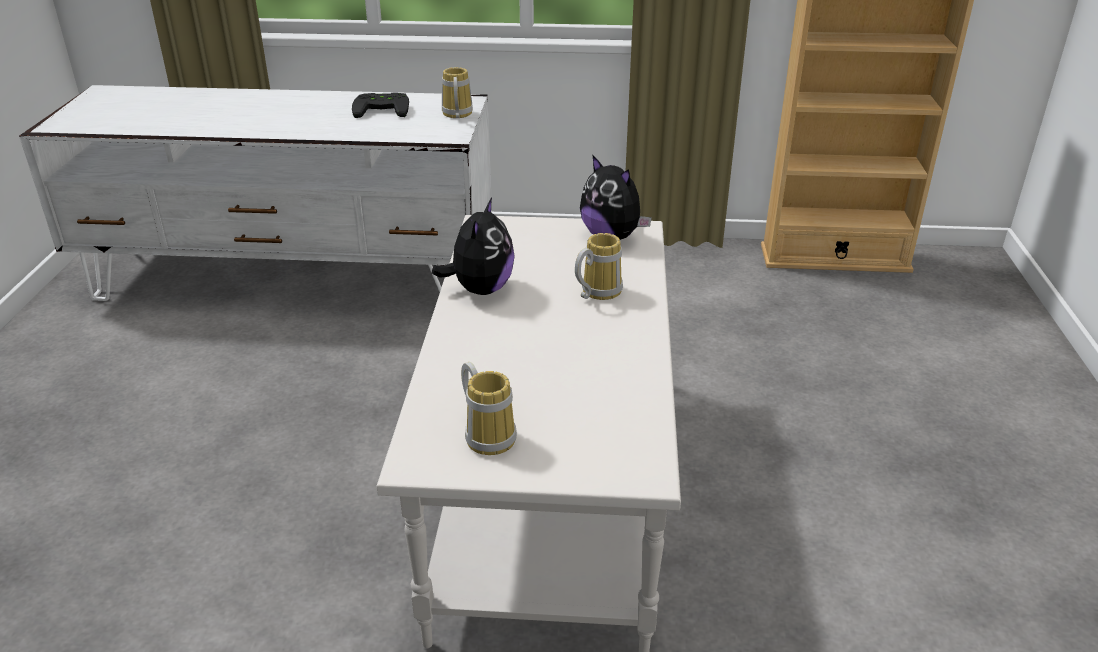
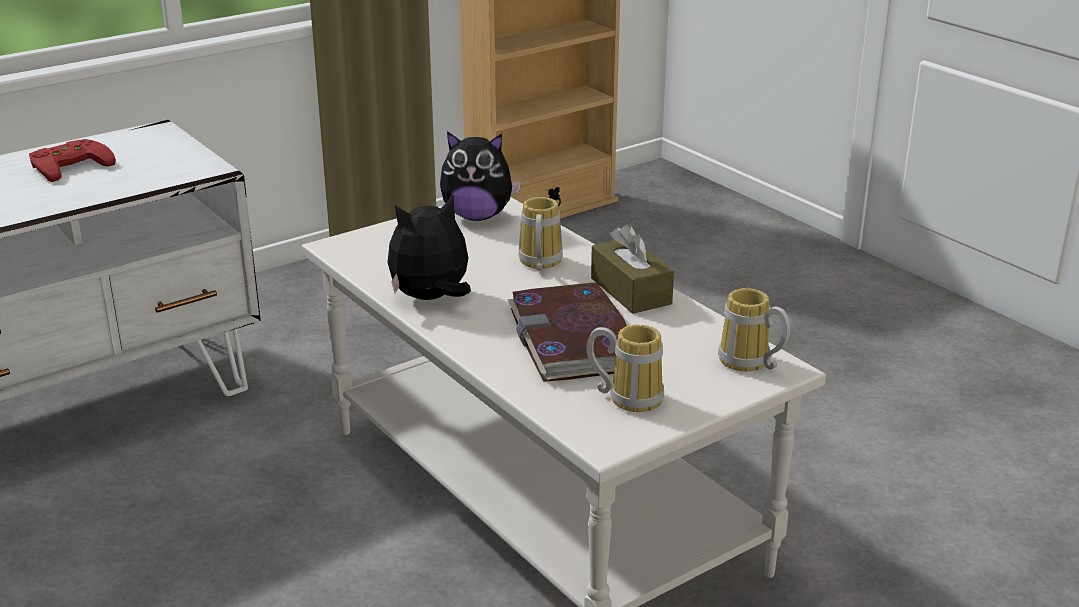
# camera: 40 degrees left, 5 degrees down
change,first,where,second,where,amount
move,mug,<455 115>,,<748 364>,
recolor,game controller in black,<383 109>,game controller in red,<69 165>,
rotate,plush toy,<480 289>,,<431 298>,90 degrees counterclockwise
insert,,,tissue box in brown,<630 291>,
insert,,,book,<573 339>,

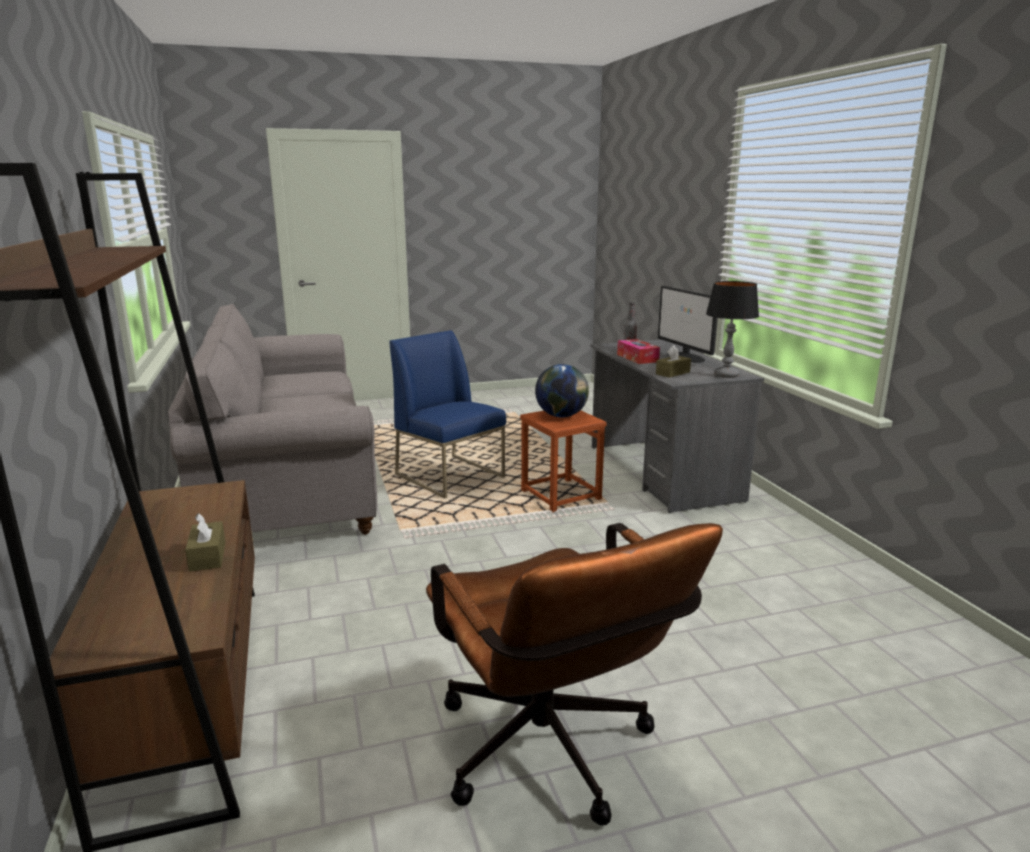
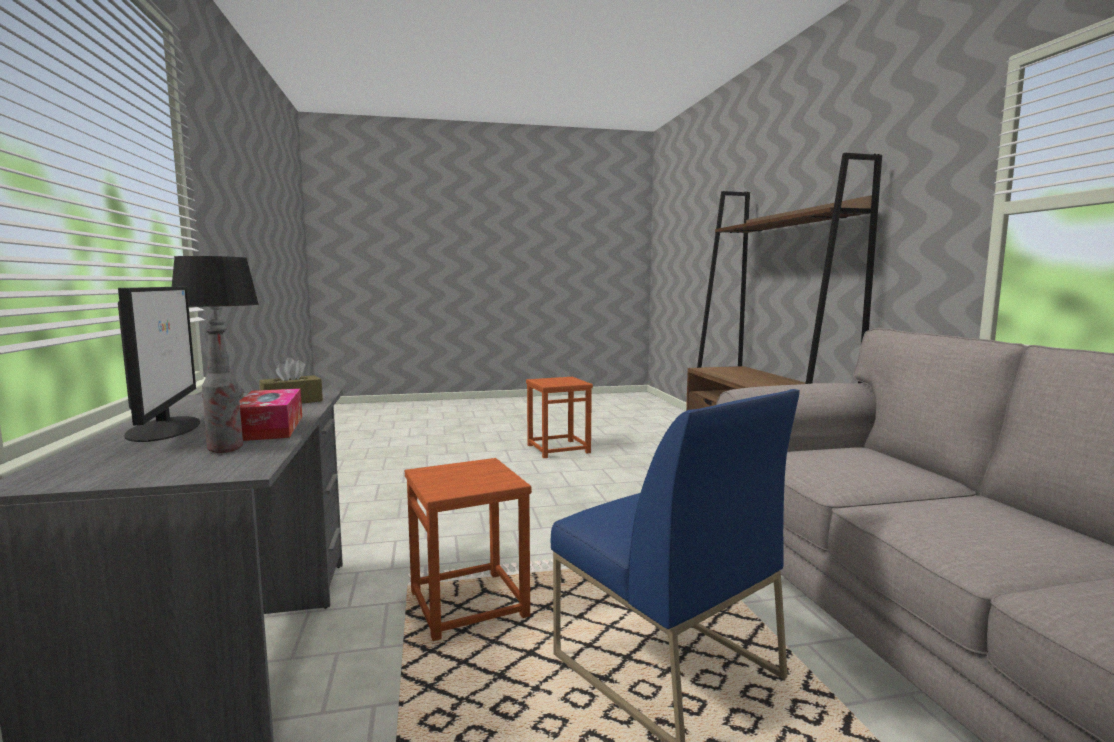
# camera: 175 degrees left, 10 degrees down
change,first,where,second,where,amount
delete,globe,<561 416>,,,
delete,tissue box in brown,<207 556>,,,
replace,office chair in brown,<552 758>,stool in brown,<558 449>,

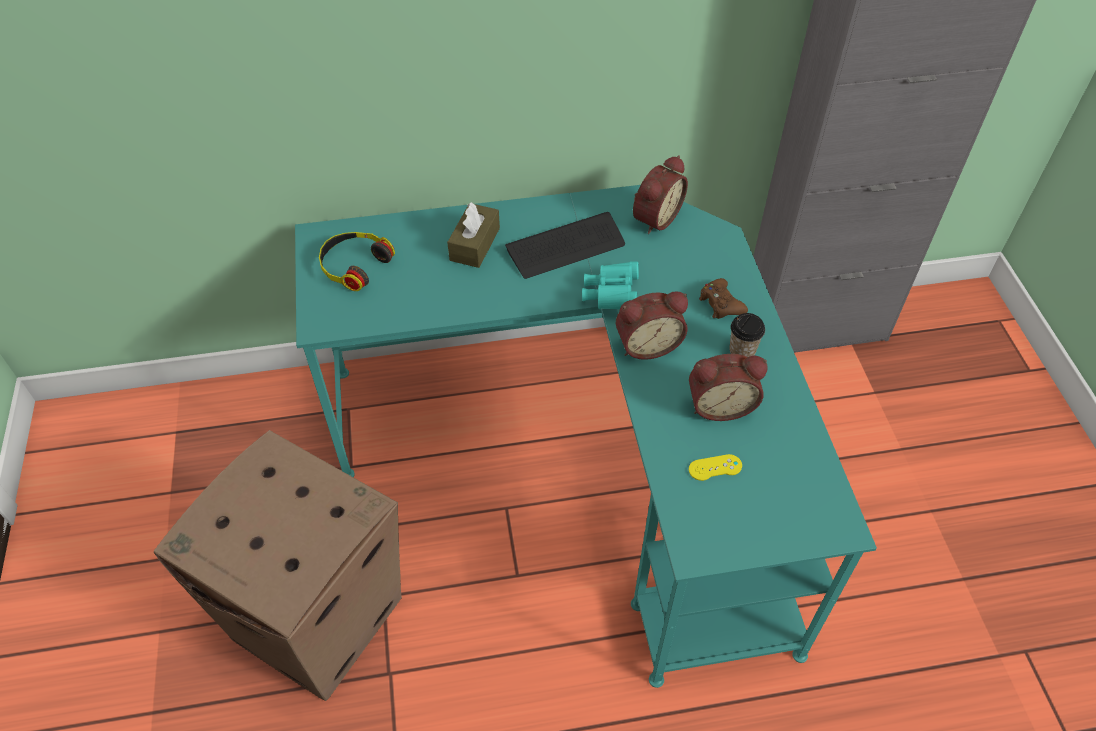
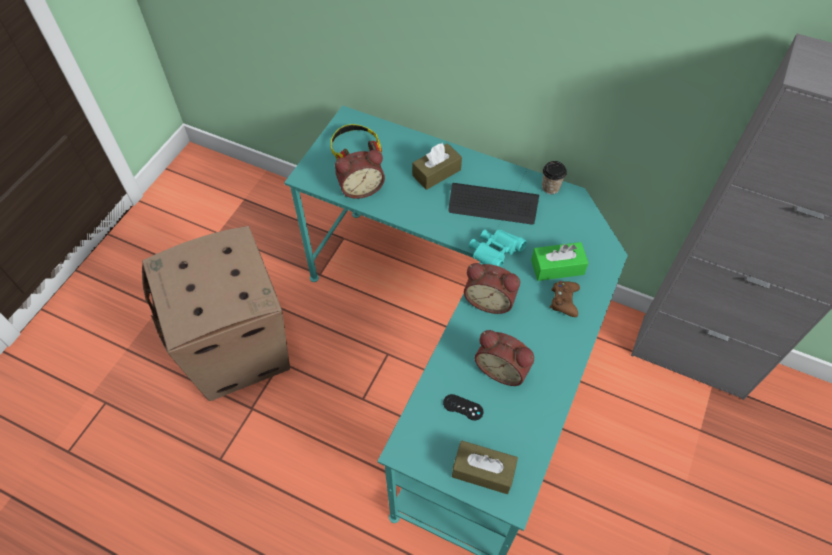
# camera: 35 degrees right, 5 degrees up
change,first,where,second,where,amount
move,alarm clock,<654 218>,,<360 187>,
move,cup,<742 351>,,<550 187>,
recolor,game controller in yellow,<715 467>,game controller in black,<463 407>,
insert,,,tissue box in green,<557 267>,
insert,,,tissue box in brown,<483 471>,

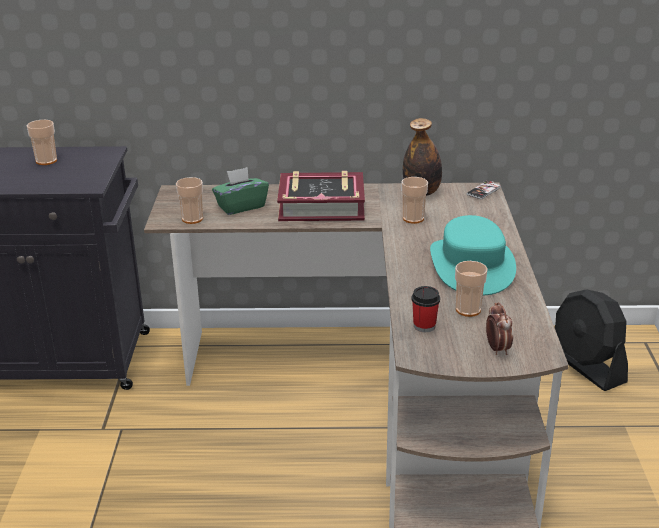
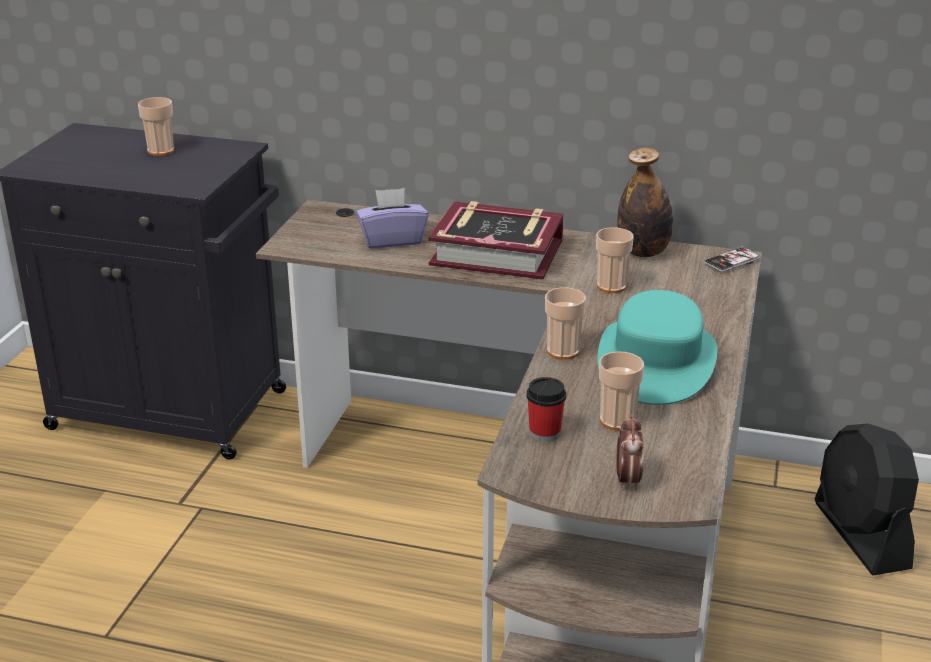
# camera: 15 degrees right, 0 degrees up
change,first,where,second,where,amount
recolor,tissue box in green,<241 206>,tissue box in purple,<392 240>,
move,cup,<192 219>,,<563 351>,

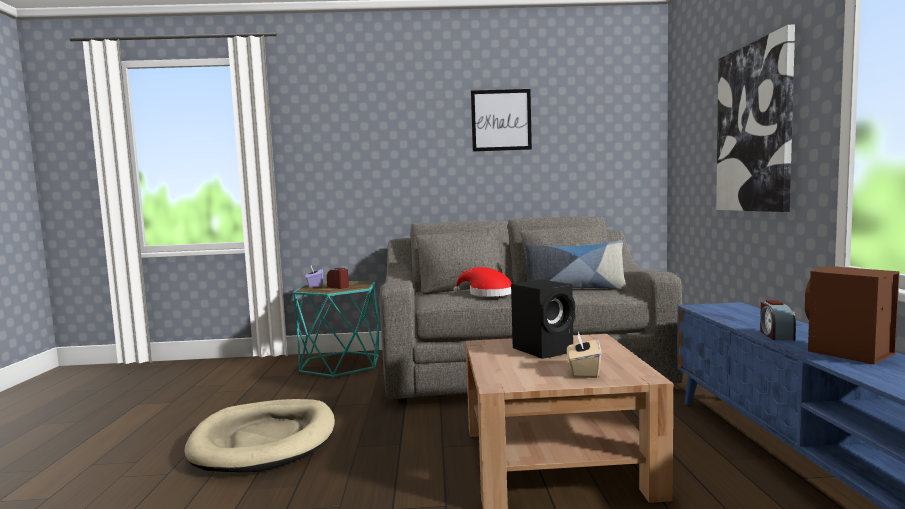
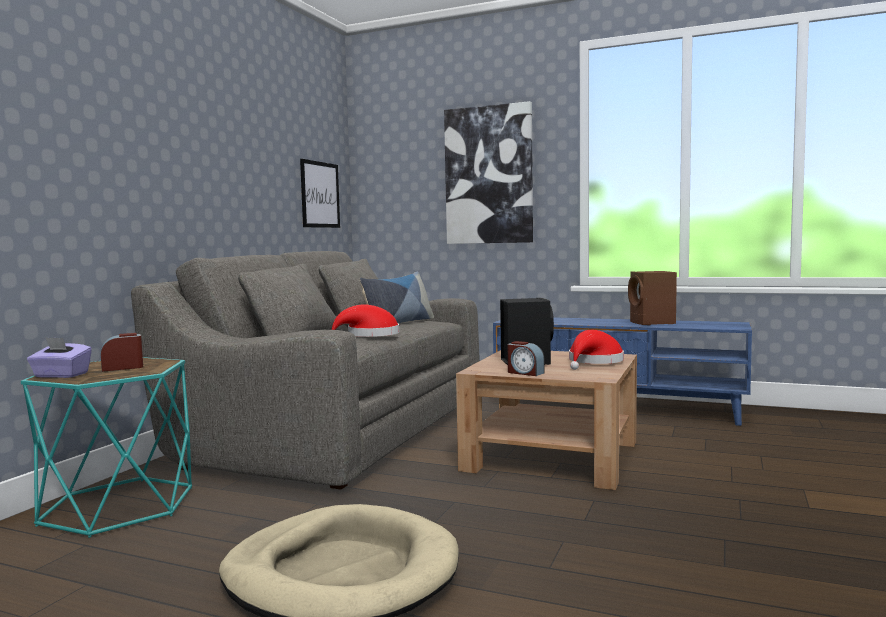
# camera: 65 degrees left, 0 degrees up
change,first,where,second,where,amount
move,picture,<501 120>,,<320 194>,
move,alarm clock,<776 335>,,<525 373>,
replace,tissue box in beige,<583 371>,hat in red,<594 362>,

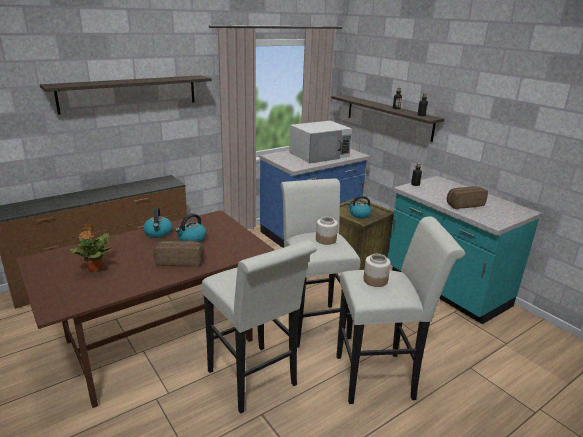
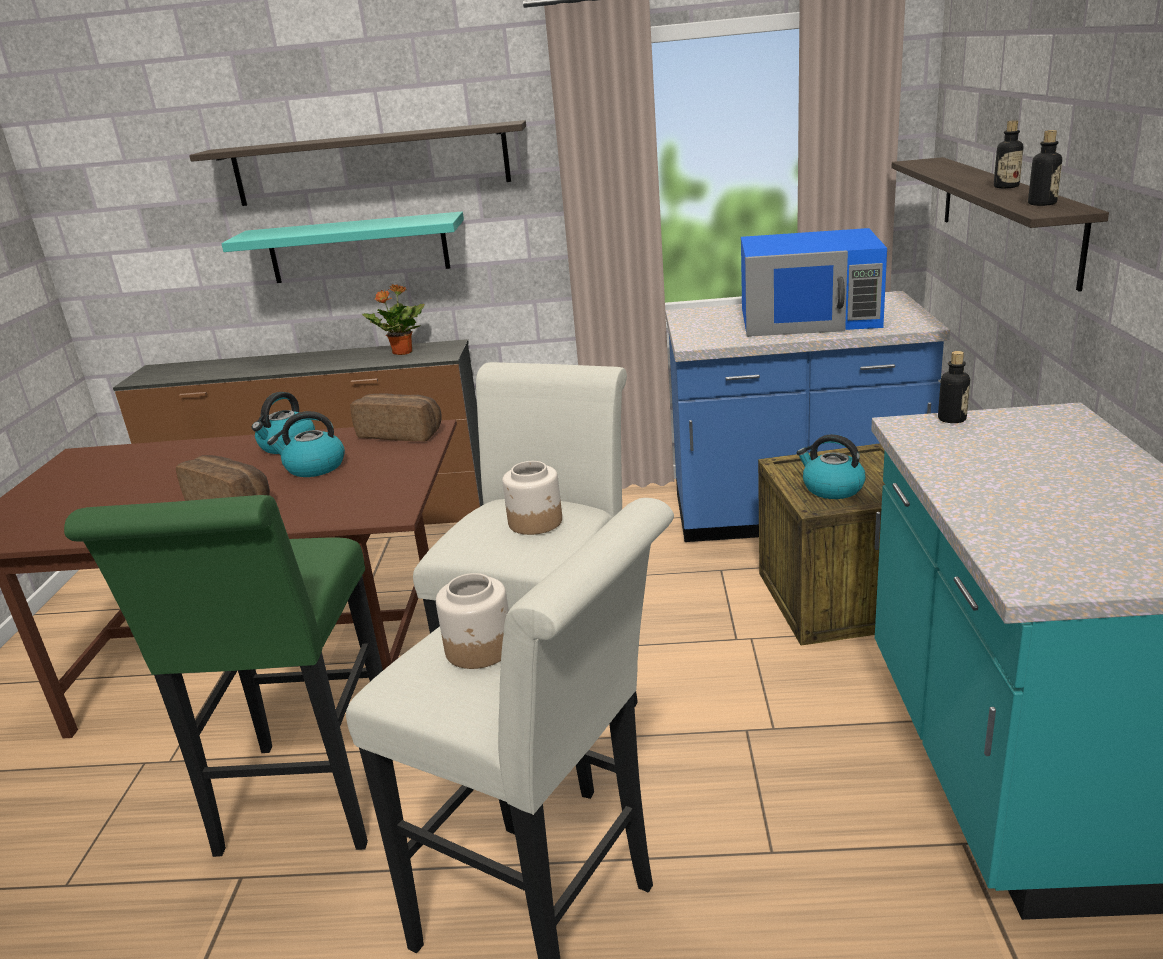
# camera: 40 degrees right, 0 degrees up
change,first,where,second,where,amount
recolor,microwave in white,<319 154>,microwave in blue,<809 318>,
move,bread,<463 204>,,<401 433>,
move,potted plant,<95 269>,,<401 352>,
recolor,stool in white,<255 382>,stool in green,<306 806>,
insert,,,shelf in turquoise,<358 248>,

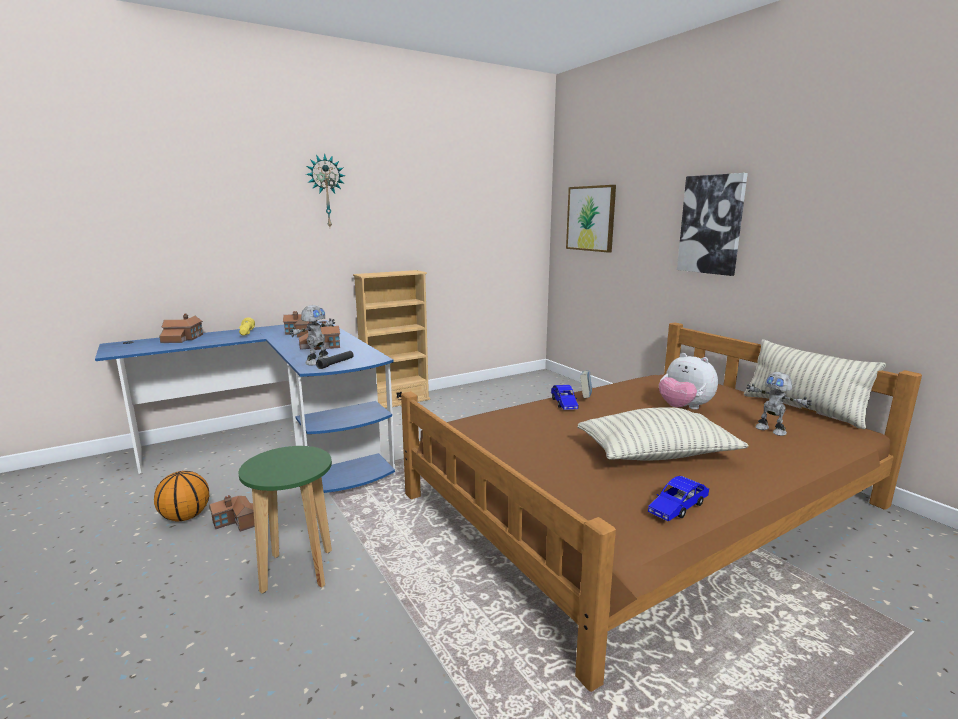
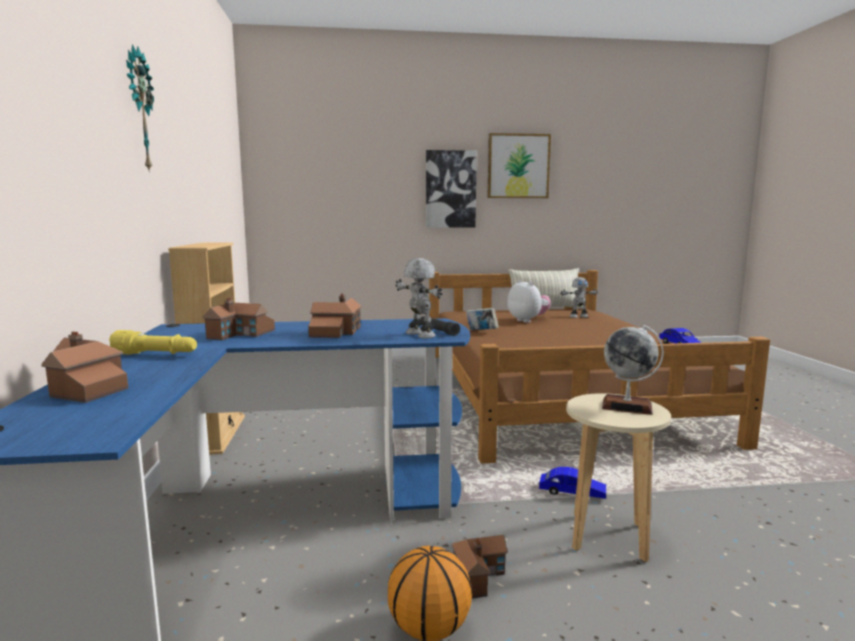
# camera: 65 degrees left, 5 degrees down
change,first,where,second,where,amount
move,picture,<591 218>,,<518 166>,
rotate,plush toy,<684 408>,,<527 320>,105 degrees counterclockwise
move,toy car in blue,<564 404>,,<572 493>,
delete,pillow,<657 454>,,,
recolor,stool in green,<297 571>,stool in beige,<609 537>,
insert,,,globe,<627 406>,

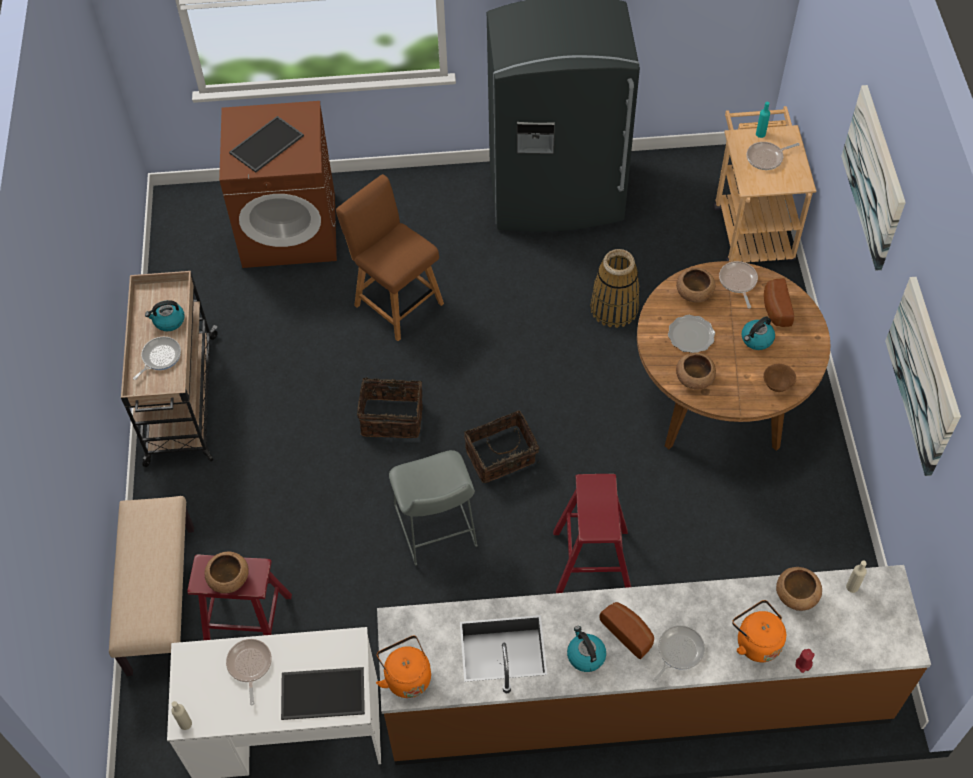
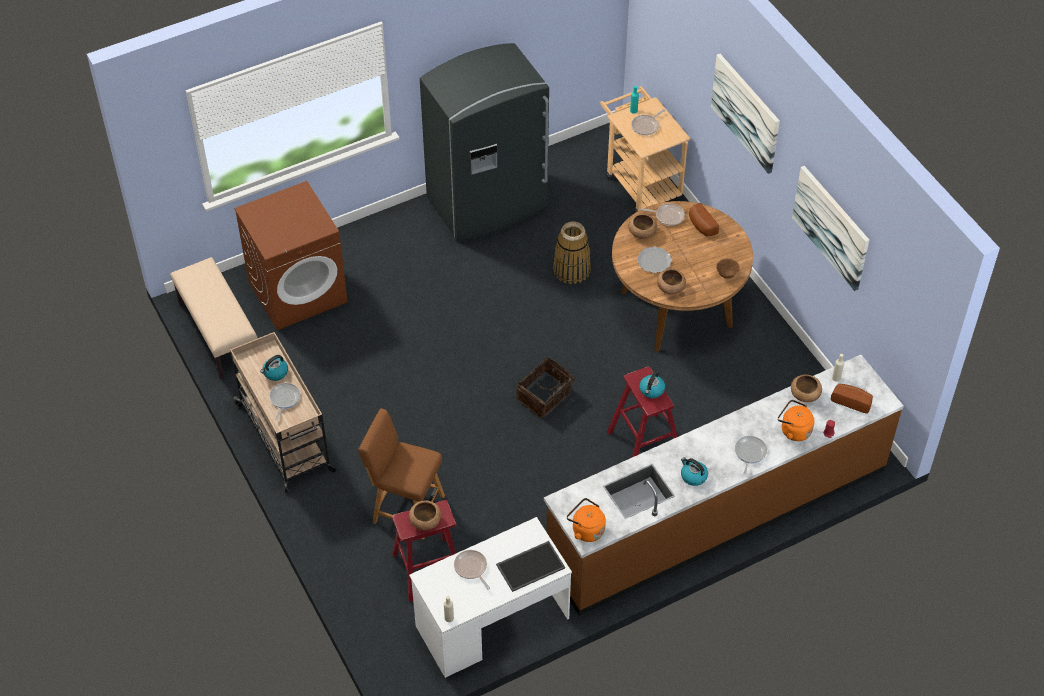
# camera: 25 degrees left, 5 degrees down
change,first,where,second,where,amount
delete,tray,<267 145>,,,
move,chair in brown,<396 302>,,<405 508>,
rotate,frying pan,<738 282>,,<667 216>,135 degrees clockwise
move,kettle,<756 339>,,<651 390>,
delete,basket,<392 417>,,,
delete,stool in grey,<436 530>,,,
move,bench in beige,<160 599>,,<218 333>,
move,bread,<629 632>,,<851 401>,

